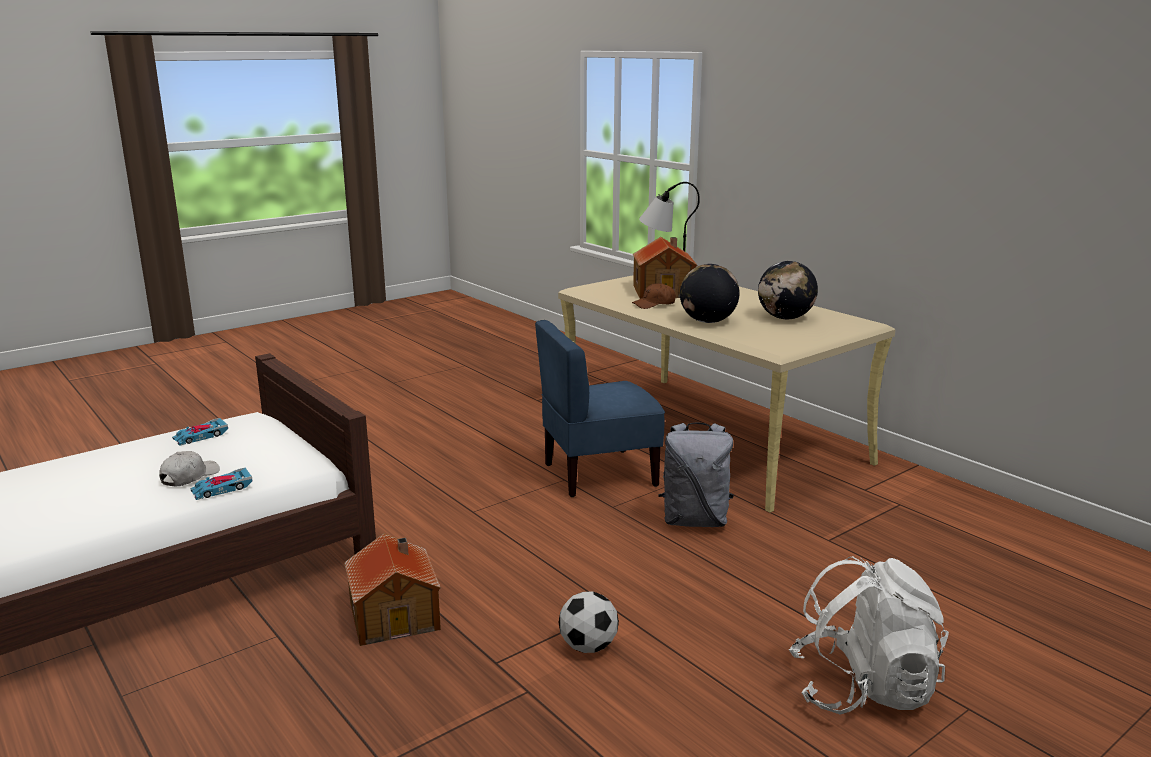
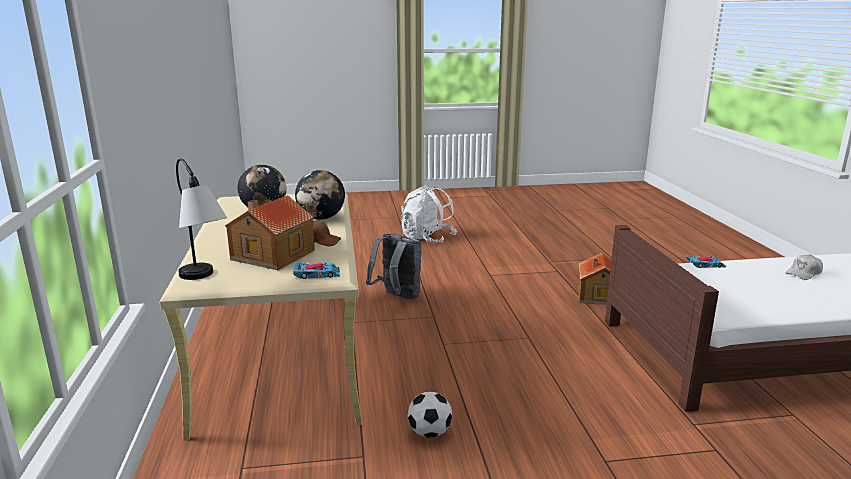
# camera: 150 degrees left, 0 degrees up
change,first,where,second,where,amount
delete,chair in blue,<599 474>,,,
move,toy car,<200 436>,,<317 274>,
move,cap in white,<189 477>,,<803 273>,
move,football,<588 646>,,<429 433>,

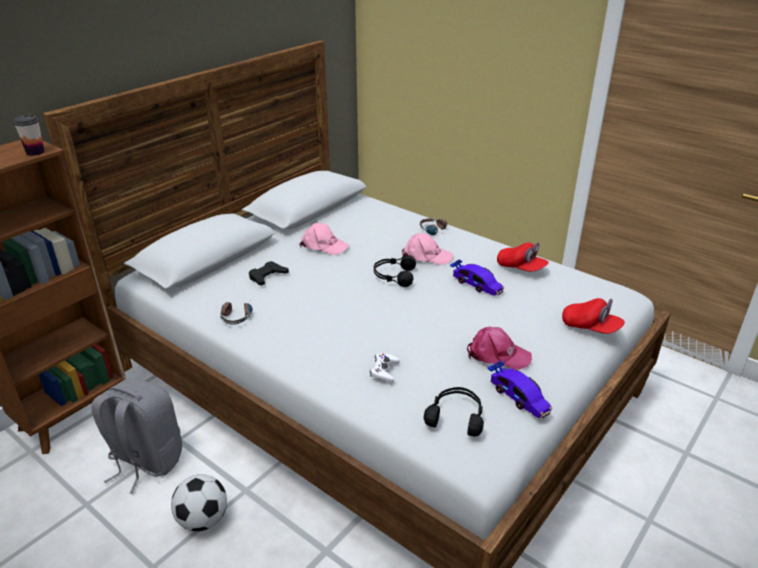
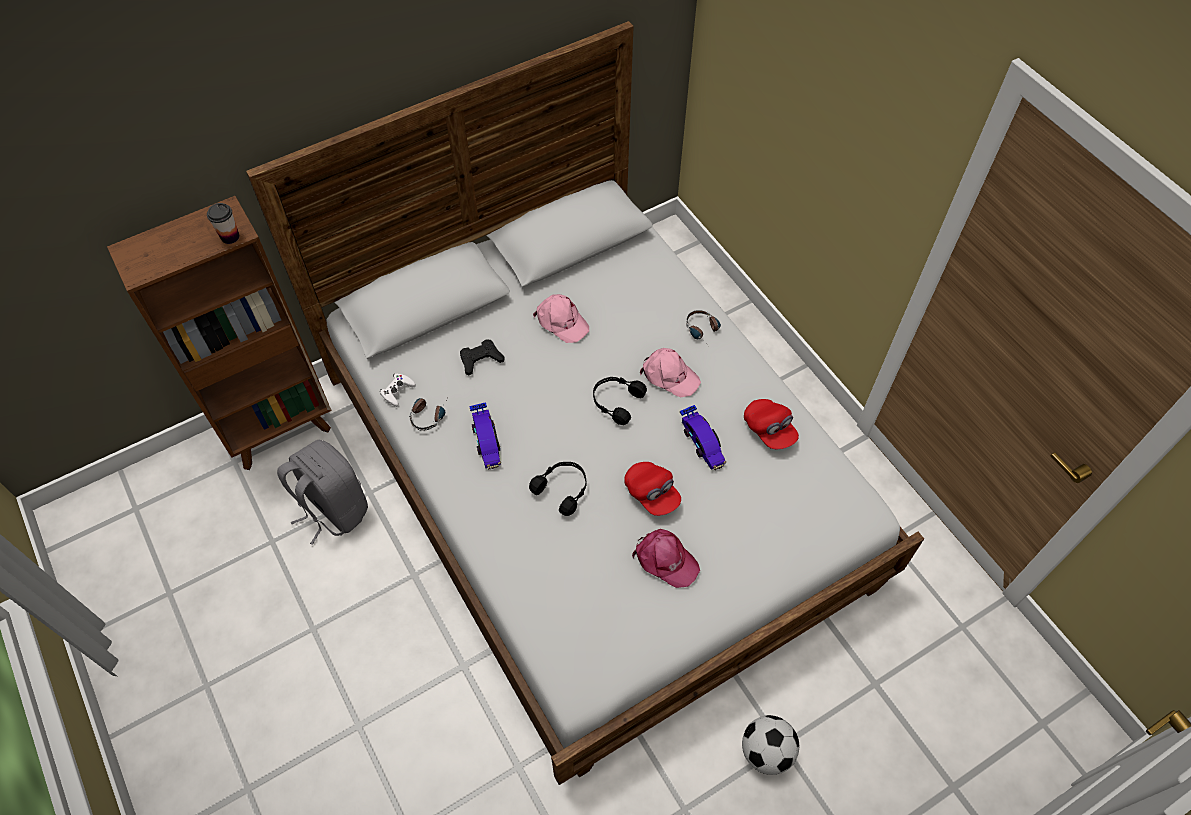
# camera: 20 degrees right, 25 degrees up
change,first,where,second,where,amount
move,cap in red,<590 327>,,<652 494>,
move,game controller in white,<384 371>,,<397 391>,
move,toy car,<518 397>,,<486 441>,
move,headphones in black,<456 416>,,<563 489>,
move,football,<203 520>,,<766 751>,

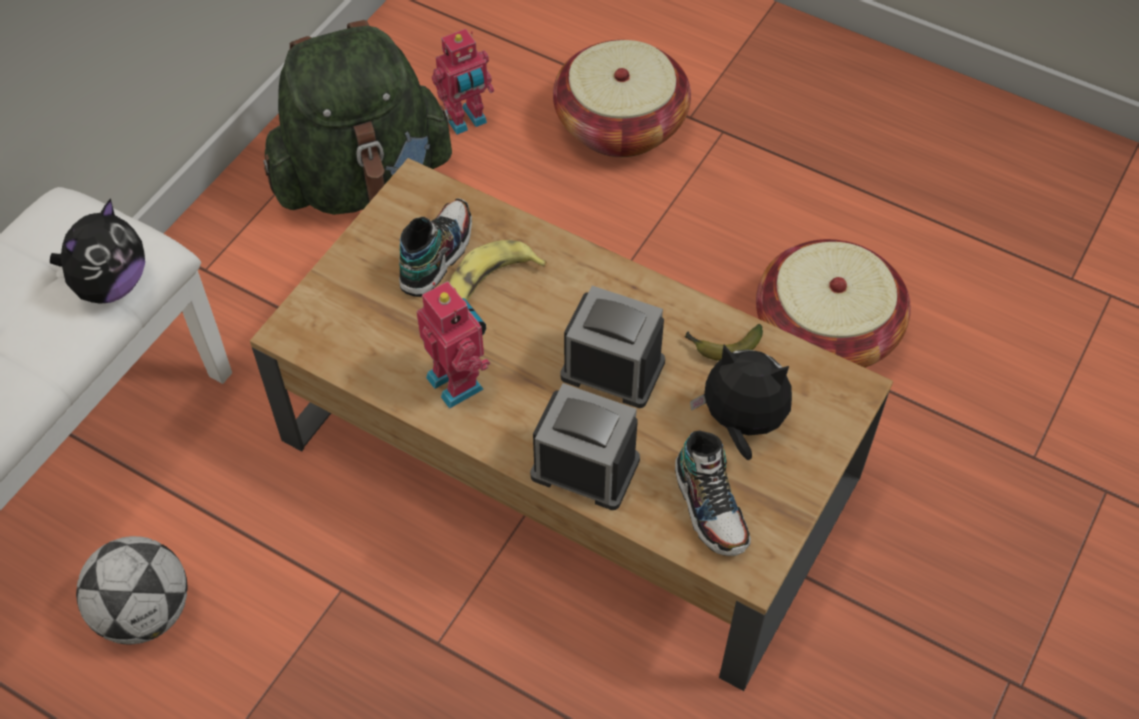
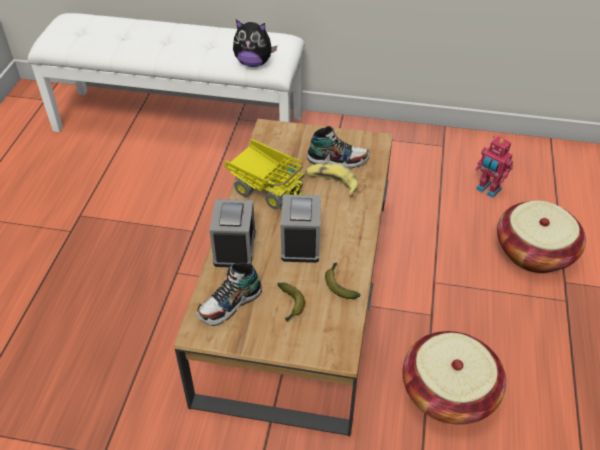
# camera: 70 degrees right, 10 degrees down
change,first,where,second,where,amount
delete,backpack in green,<364 180>,,,
replace,toy robot,<458 381>,toy truck,<266 188>,
replace,plush toy,<741 424>,banana,<290 305>,
delete,football,<145 612>,,,

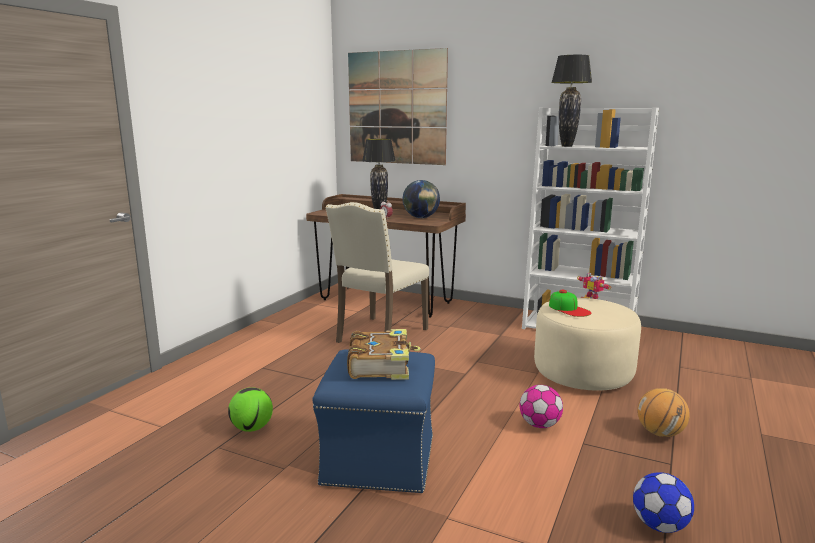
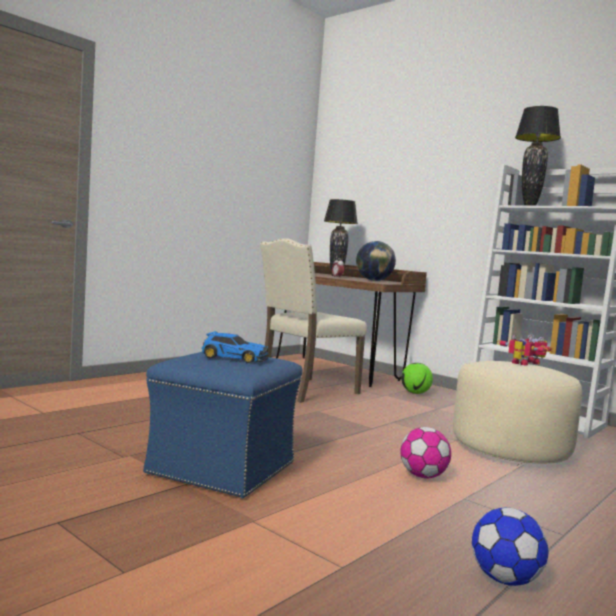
# camera: 15 degrees right, 10 degrees down
change,first,where,second,where,amount
delete,picture,<396 108>,,,
delete,cap,<569 309>,,,
replace,book,<381 365>,toy car,<233 358>,
move,football,<252 428>,,<415 393>,
delete,basketball,<660 433>,,,
insert,,,toy robot,<518 364>,

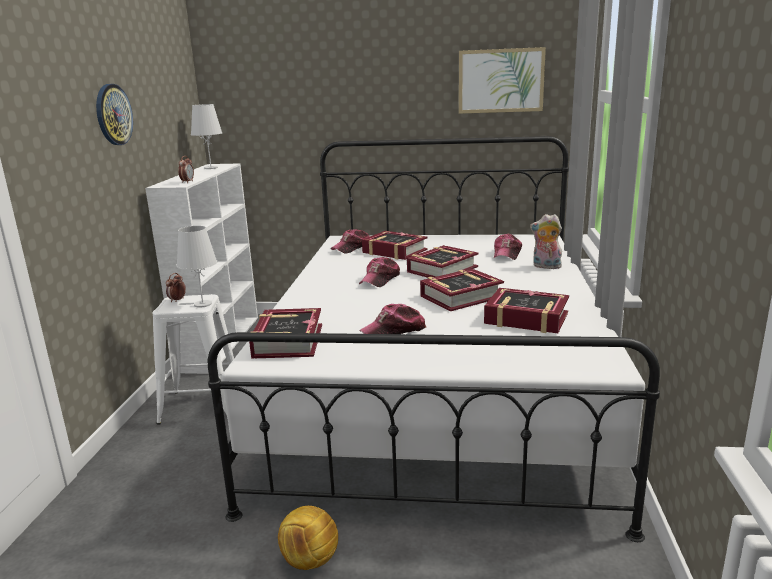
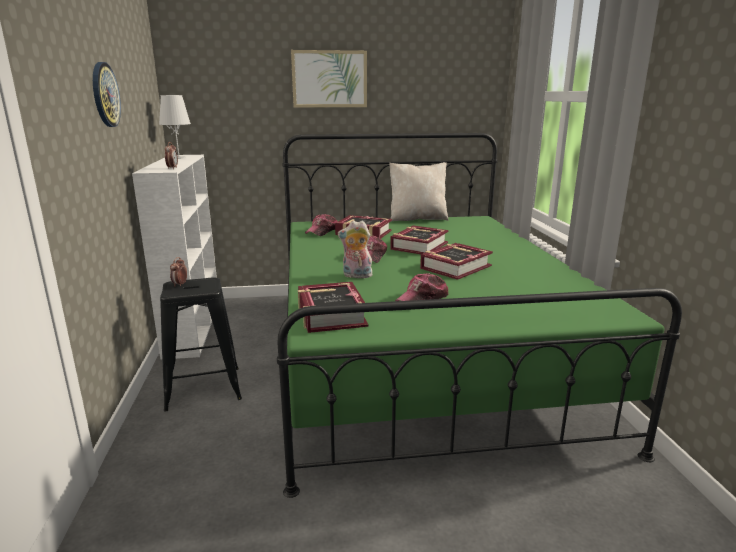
# camera: 15 degrees left, 0 degrees up
change,first,where,second,where,amount
move,picture,<500 81>,,<329 79>,
recolor,bed in white,<436 393>,bed in green,<420 356>,
move,plush toy,<545 267>,,<356 276>,
delete,table lamp in white,<203 304>,,,
delete,cap,<507 254>,,,
delete,book,<526 318>,,,
recolor,stool in white,<202 406>,stool in black,<203 388>,
delete,football,<309 560>,,,
insert,,,pillow in beige,<417 219>,

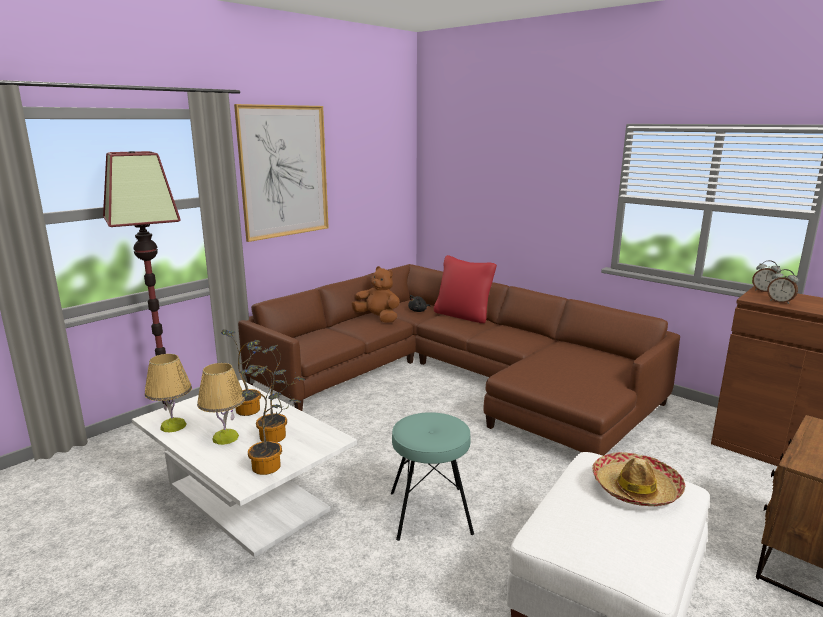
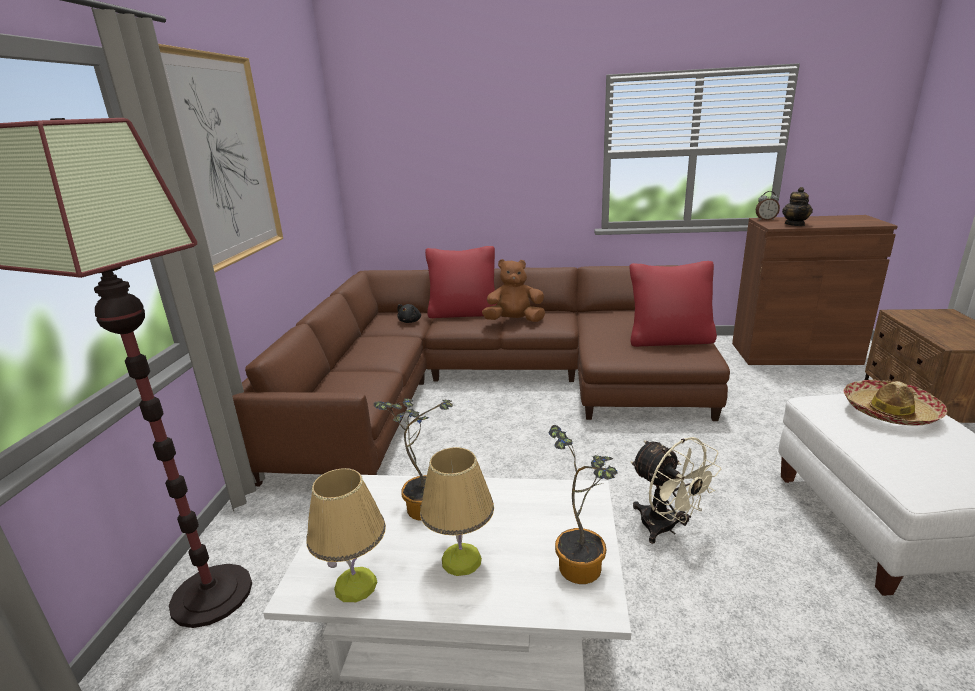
# camera: 35 degrees left, 5 degrees up
change,first,where,second,where,amount
move,plush toy in brown,<378 318>,,<514 321>,
replace,alarm clock,<780 302>,teapot,<795 224>,
delete,potted plant,<277 437>,,,
replace,stool in turquoise,<430 513>,fan in beige,<666 528>,
insert,,,pillow in red,<669 340>,

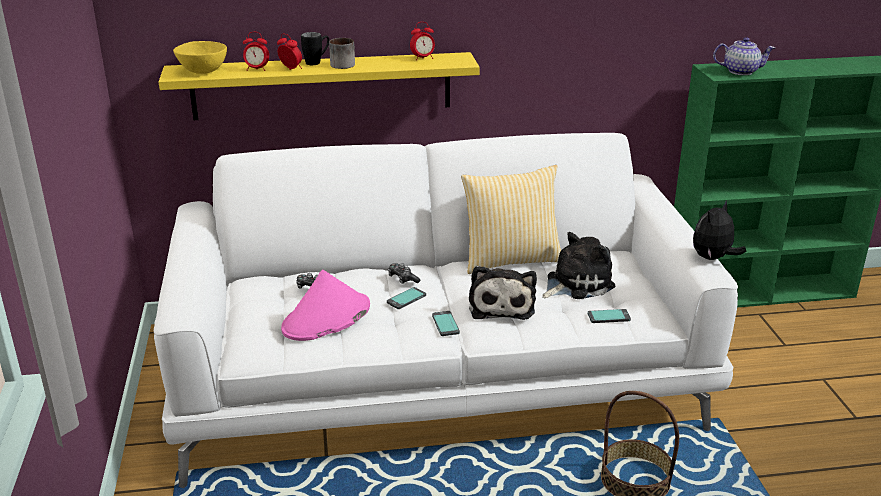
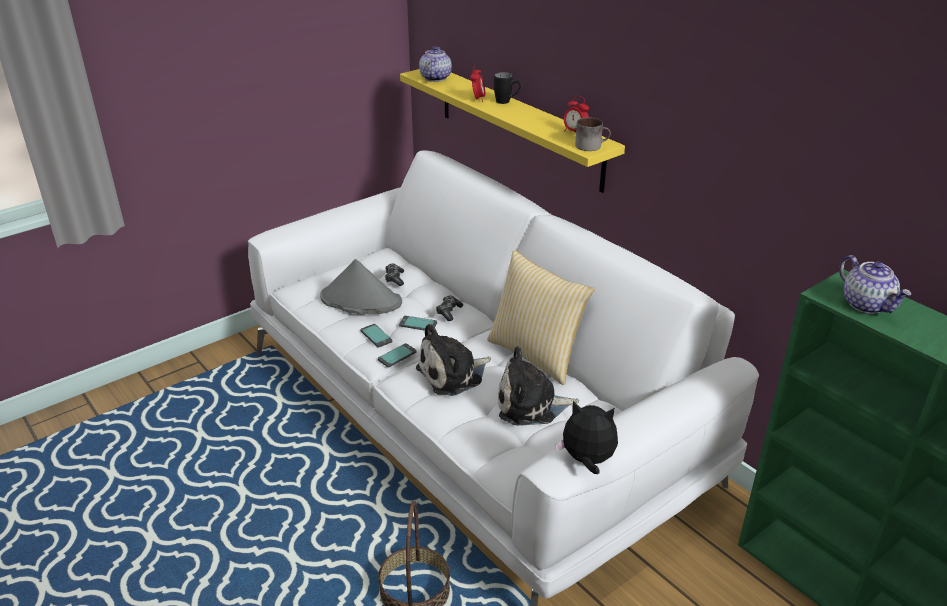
# camera: 60 degrees right, 5 degrees up
change,first,where,second,where,amount
delete,alarm clock,<256 69>,,,
move,mug,<344 64>,,<591 145>,
replace,bowl in yellow,<203 71>,teapot,<435 78>,
rotate,plush toy,<576 283>,,<531 405>,150 degrees clockwise
recolor,hat in pink,<326 318>,hat in grey,<360 300>,
move,phone,<608 317>,,<376 336>,

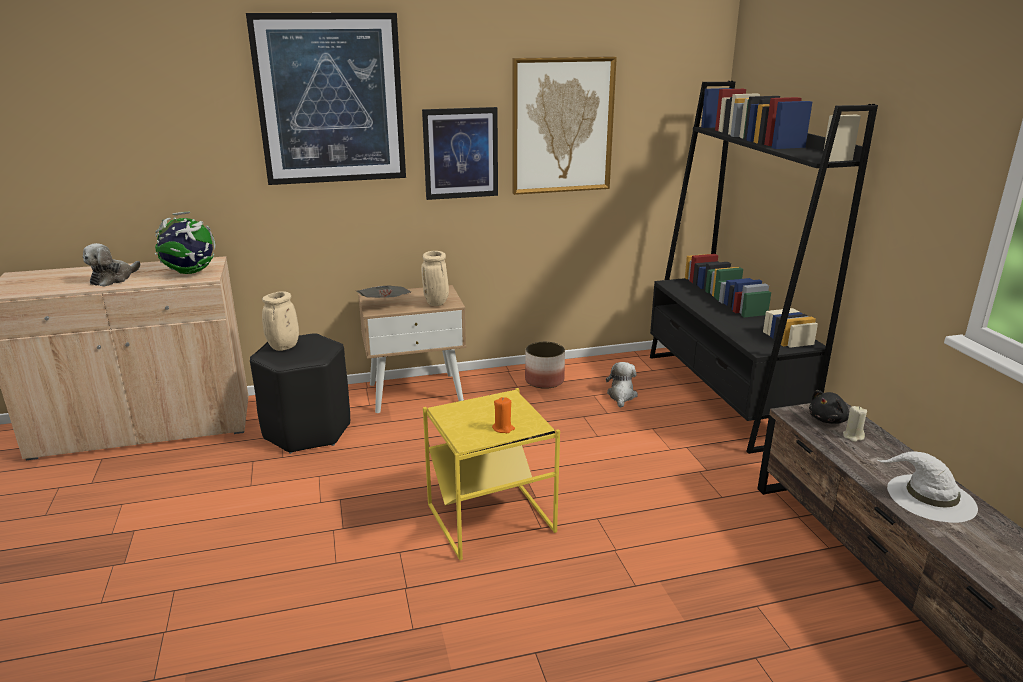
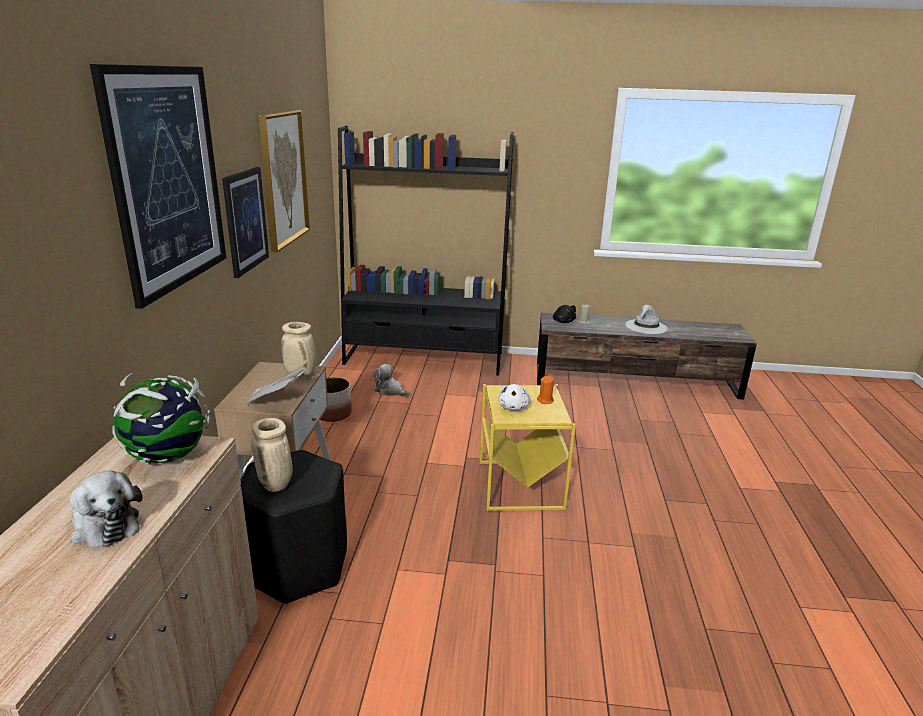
# camera: 70 degrees left, 0 degrees up
change,first,where,second,where,amount
insert,,,plush toy in white,<513 407>,

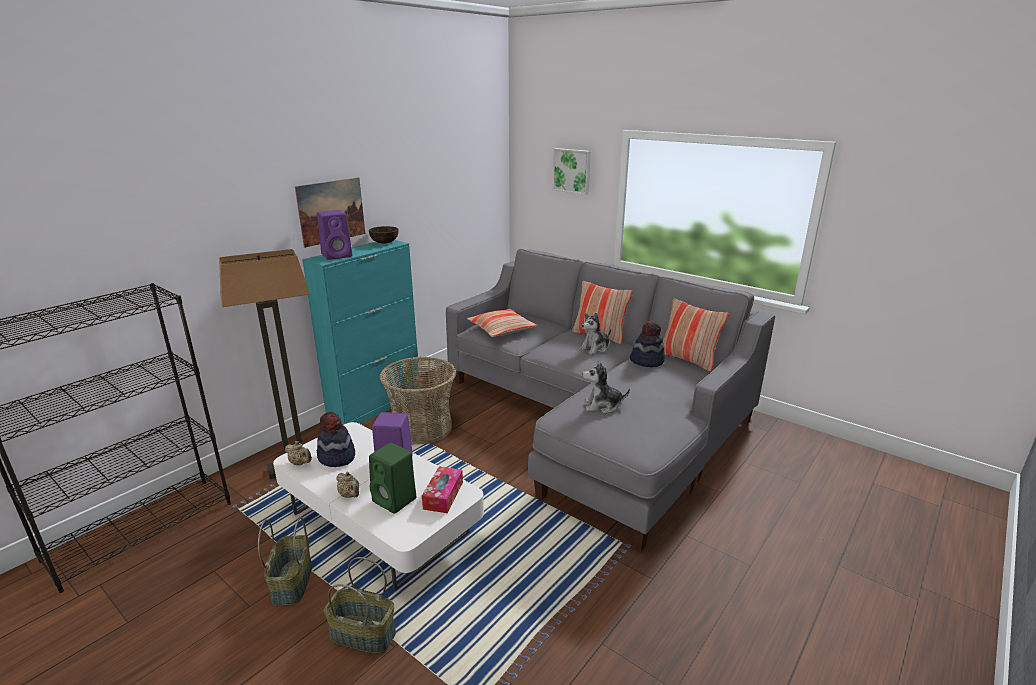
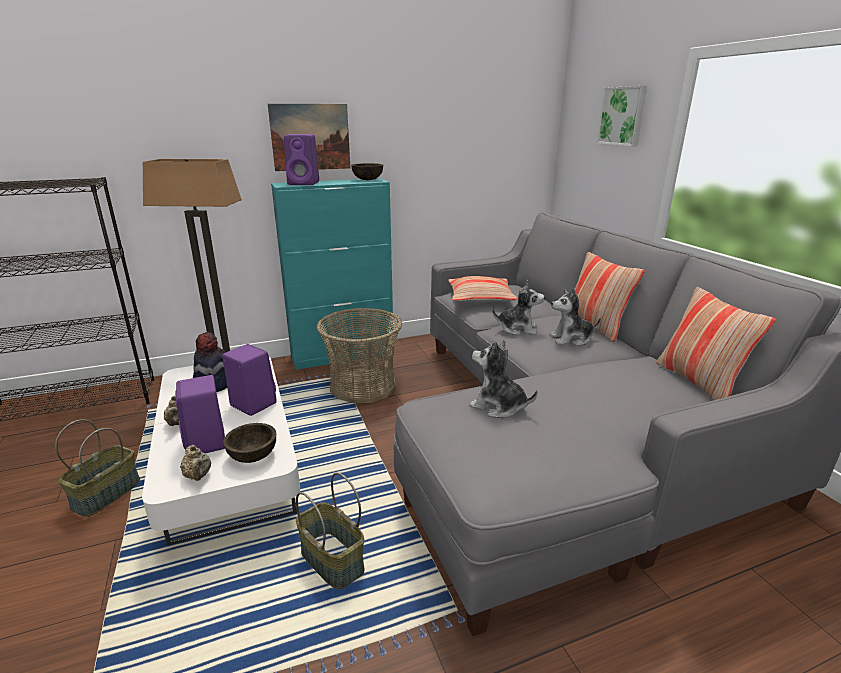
# camera: 30 degrees right, 0 degrees up
change,first,where,second,where,amount
delete,hat,<647 361>,,,
move,teapot in beige,<300 463>,,<198 476>,
recolor,speaker in green,<395 500>,speaker in purple,<206 444>,
replace,tissue box,<443 495>,bowl in brown,<253 456>,
move,basket,<362 635>,,<331 560>,
insert,,,plush toy,<517 329>,

